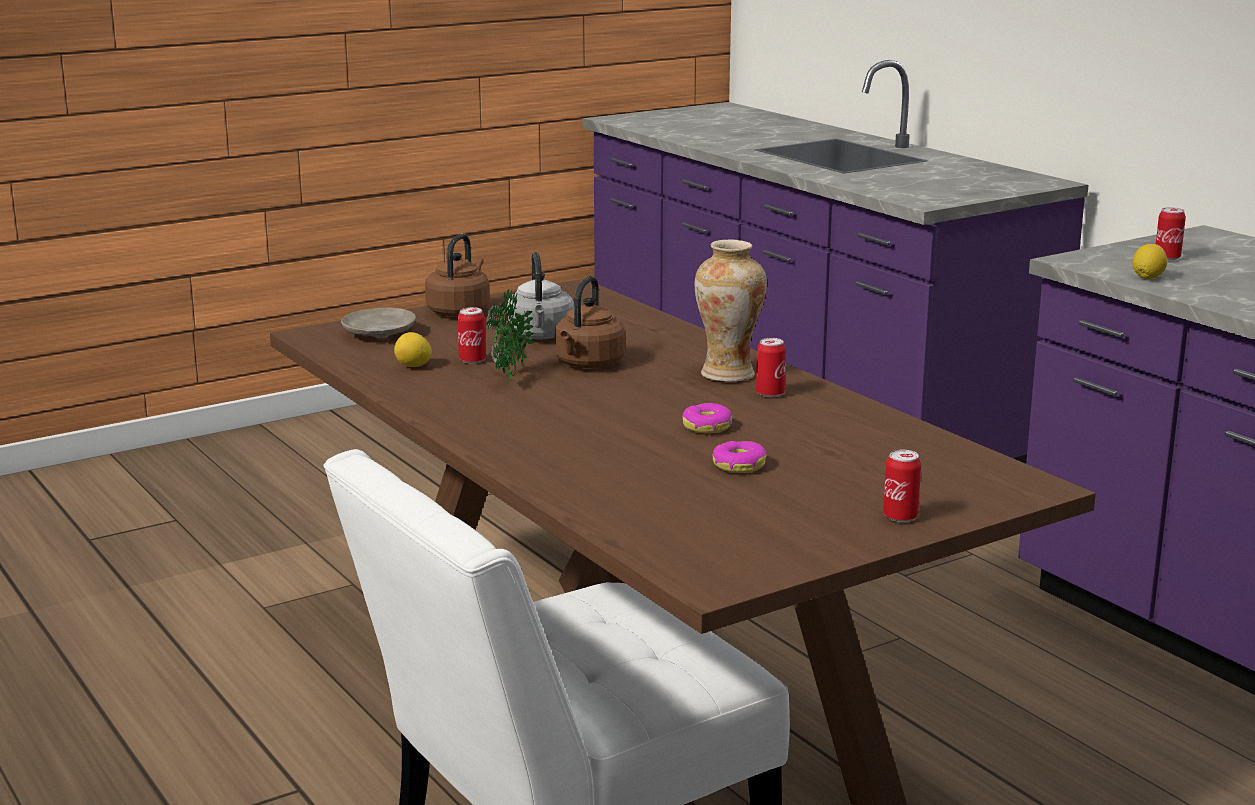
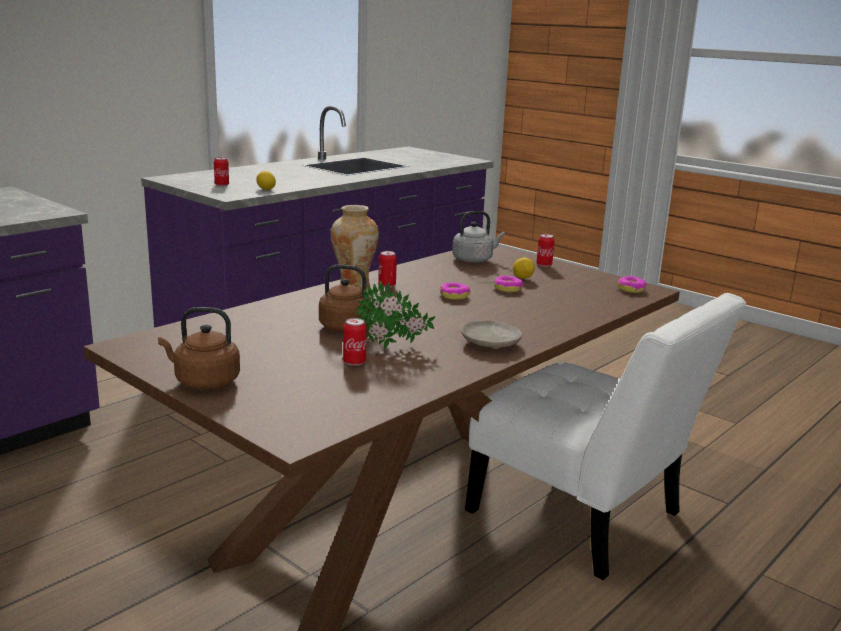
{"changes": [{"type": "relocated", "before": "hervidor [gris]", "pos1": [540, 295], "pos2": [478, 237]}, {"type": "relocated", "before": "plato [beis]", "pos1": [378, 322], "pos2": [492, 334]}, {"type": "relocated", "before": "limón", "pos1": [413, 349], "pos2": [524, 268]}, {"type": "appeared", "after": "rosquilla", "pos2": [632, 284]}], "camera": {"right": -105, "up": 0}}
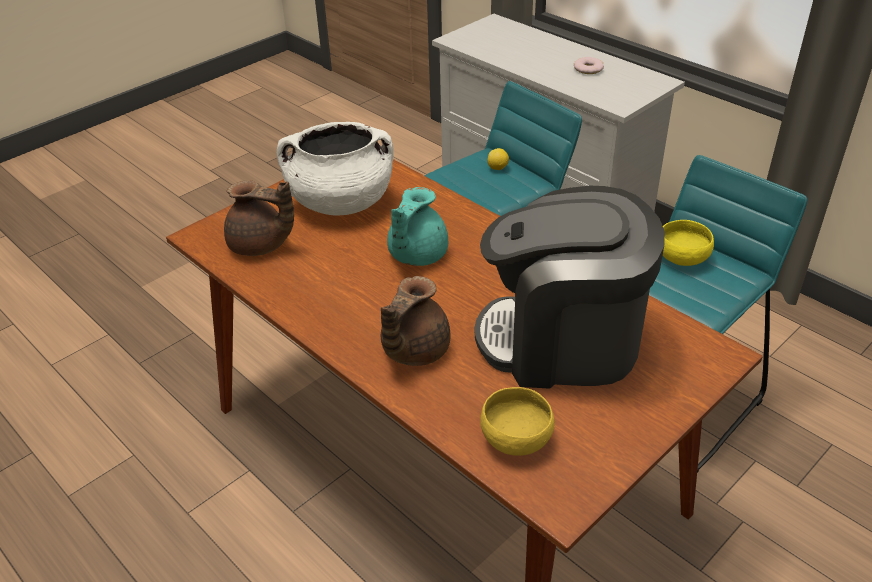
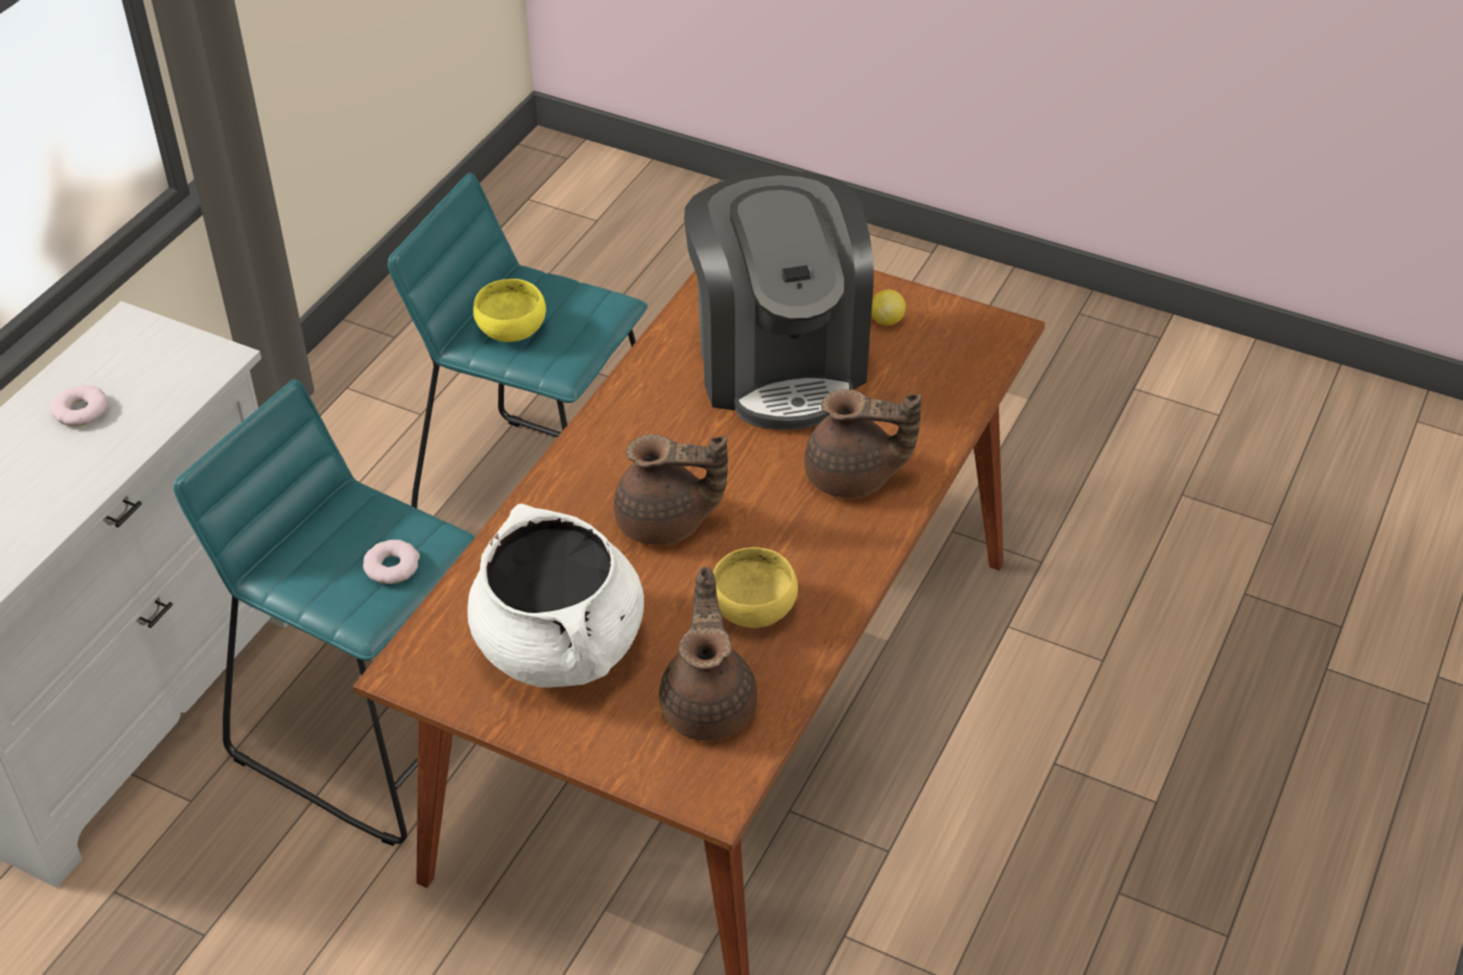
{"changes": [{"type": "relocated", "before": "limón", "pos1": [498, 159], "pos2": [888, 307]}, {"type": "colour", "before": "tetera [turquesa]", "after": "tetera [marrón]", "pos1": [417, 226], "pos2": [671, 489]}, {"type": "relocated", "before": "cuenco [amarillo]", "pos1": [517, 421], "pos2": [755, 587]}, {"type": "appeared", "after": "rosquilla", "pos2": [391, 562]}], "camera": {"right": -110, "up": 5}}
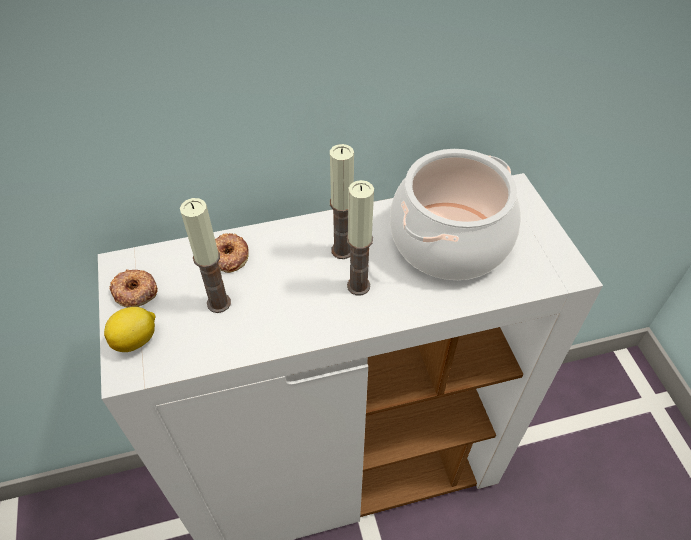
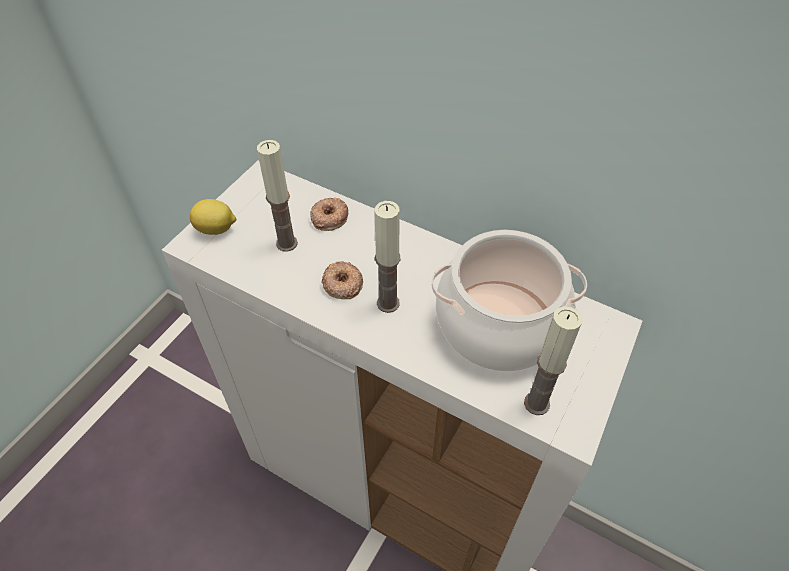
{"changes": [{"type": "relocated", "before": "vela", "pos1": [342, 201], "pos2": [553, 360]}, {"type": "relocated", "before": "rosquilla", "pos1": [133, 288], "pos2": [342, 280]}], "camera": {"right": 45, "up": 0}}
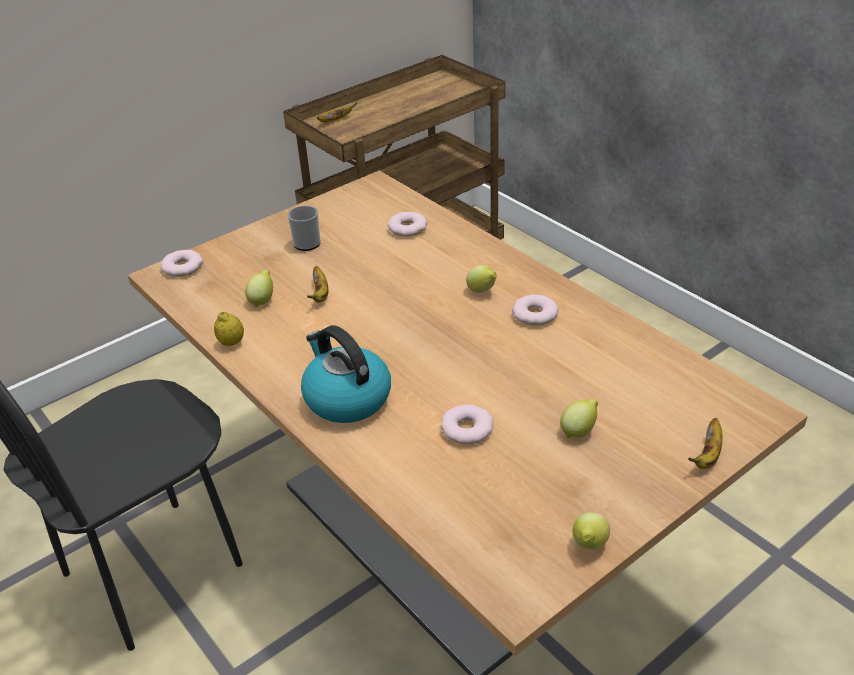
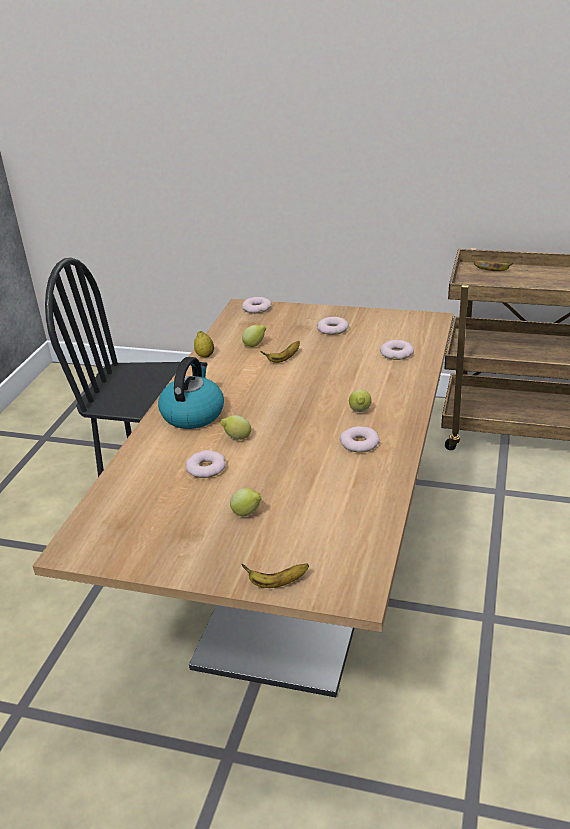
{"changes": [{"type": "exchanged", "before": "taza grande", "after": "rosquilla", "pos1": [304, 228], "pos2": [333, 326]}, {"type": "relocated", "before": "limón", "pos1": [591, 531], "pos2": [235, 427]}], "camera": {"right": 55, "up": -5}}
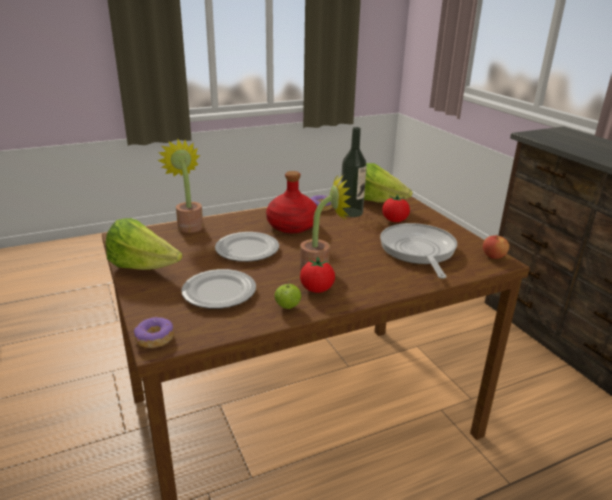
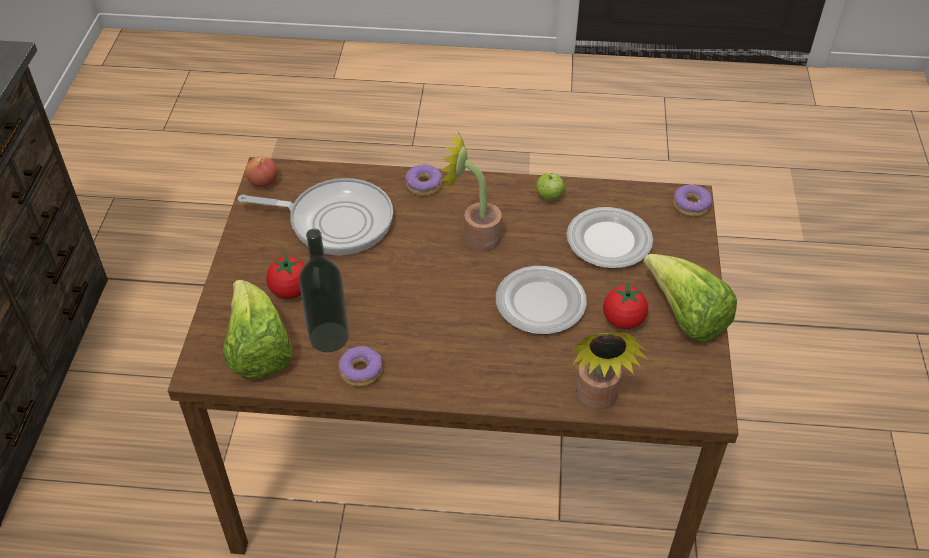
{"changes": [{"type": "missing", "before": "botella [rojo]", "pos1": [291, 202]}, {"type": "spun", "before": "sartén", "pos1": [418, 251], "pos2": [315, 216], "turn": -105}, {"type": "relocated", "before": "tomate", "pos1": [317, 275], "pos2": [625, 306]}, {"type": "appeared", "after": "rosquilla", "pos2": [423, 180]}], "camera": {"right": -150, "up": 20}}
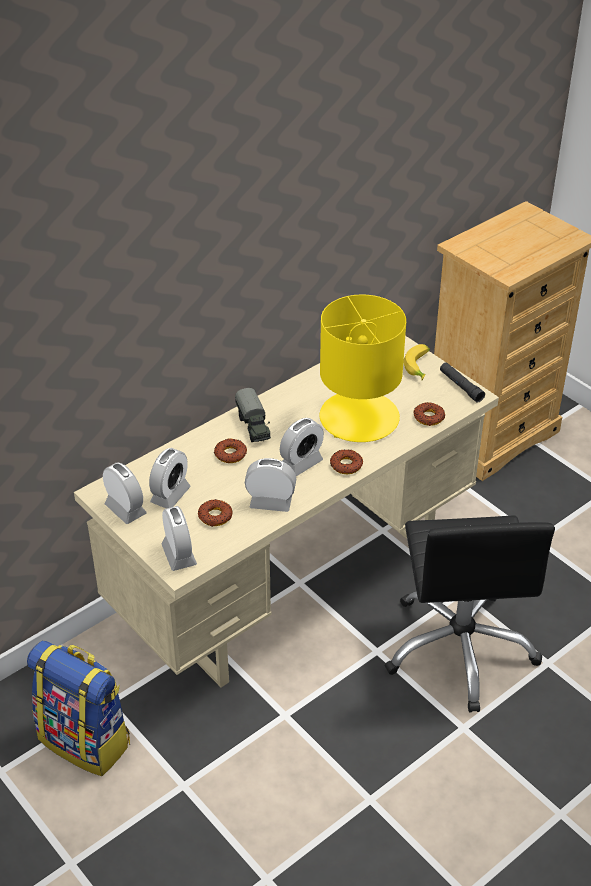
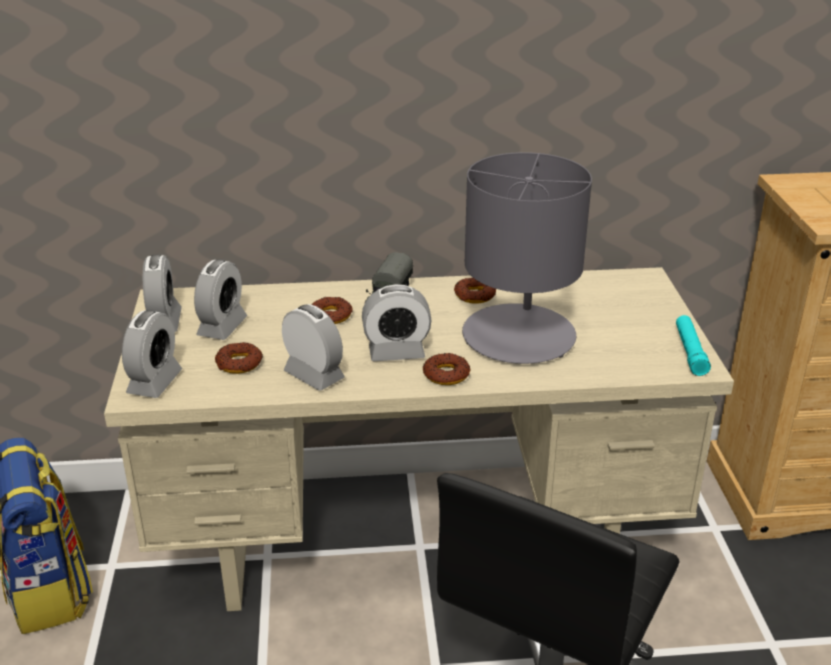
{"changes": [{"type": "colour", "before": "lámpara de mesa [amarillo]", "after": "lámpara de mesa [gris]", "pos1": [363, 368], "pos2": [527, 258]}, {"type": "missing", "before": "plátano", "pos1": [416, 362]}, {"type": "colour", "before": "linterna [negro]", "after": "linterna [turquesa]", "pos1": [462, 383], "pos2": [693, 345]}, {"type": "relocated", "before": "rosquilla", "pos1": [430, 414], "pos2": [475, 291]}, {"type": "spun", "before": "despertador", "pos1": [170, 478], "pos2": [220, 299], "turn": -45}], "camera": {"right": 35, "up": -10}}
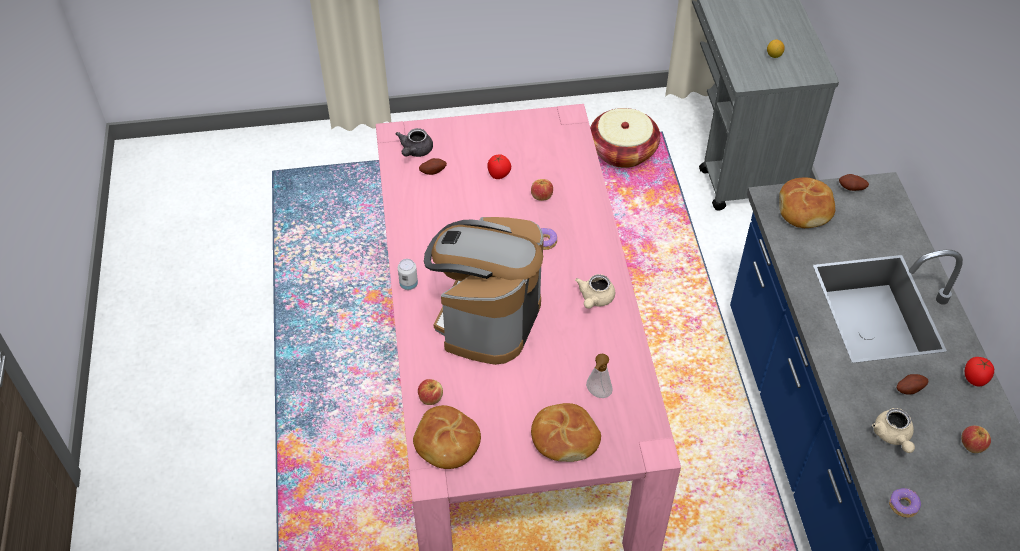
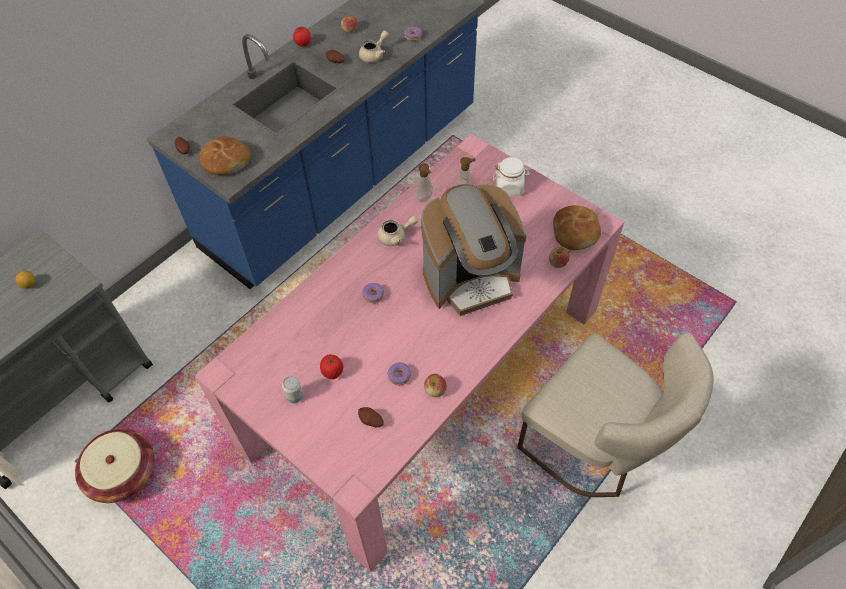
{"changes": [{"type": "missing", "before": "tetera [gris]", "pos1": [414, 142]}, {"type": "relocated", "before": "manzana", "pos1": [542, 190], "pos2": [435, 385]}, {"type": "relocated", "before": "lata", "pos1": [408, 274], "pos2": [292, 389]}, {"type": "exchanged", "before": "pan", "after": "tarro [blanco]", "pos1": [566, 432], "pos2": [511, 176]}, {"type": "appeared", "after": "dispensador de jabón", "pos2": [424, 182]}, {"type": "appeared", "after": "silla [beis]", "pos2": [615, 414]}, {"type": "appeared", "after": "rosquilla", "pos2": [399, 374]}], "camera": {"right": -130, "up": 5}}
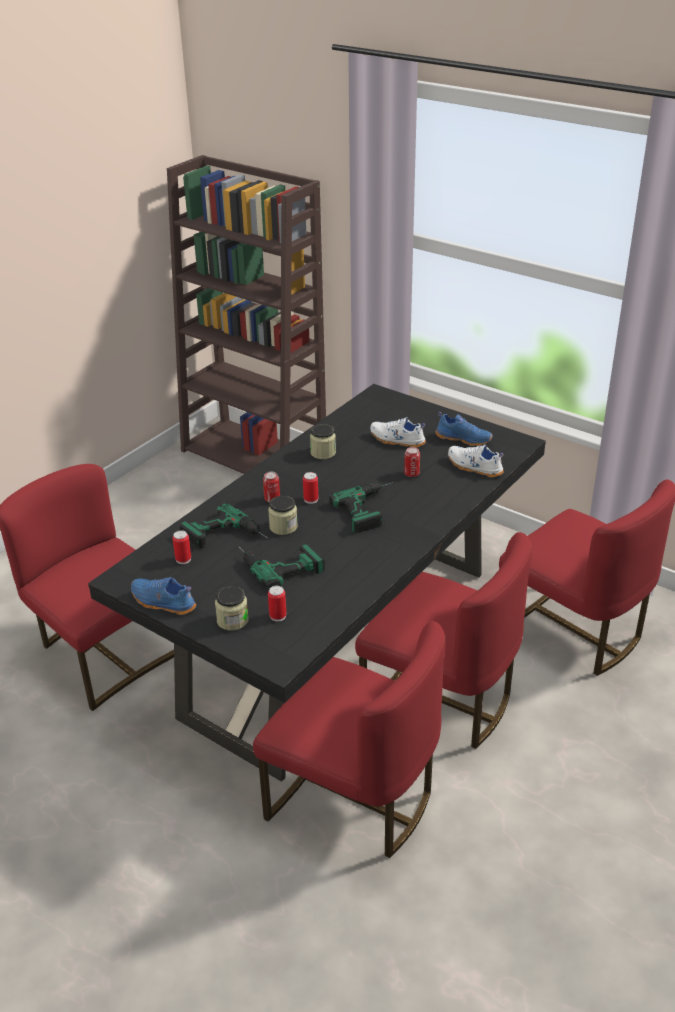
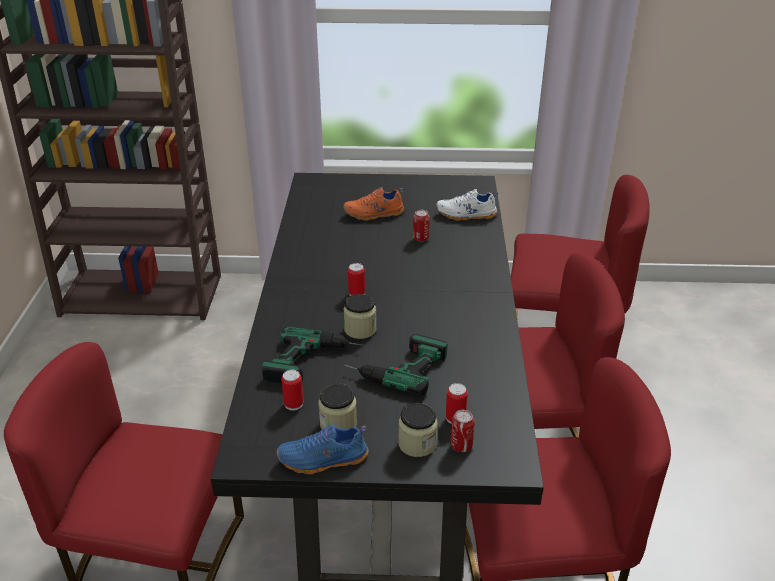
{"changes": [{"type": "missing", "before": "zapato [azul]", "pos1": [464, 429]}, {"type": "colour", "before": "zapato [blanco]", "after": "zapato [naranja]", "pos1": [398, 432], "pos2": [373, 204]}, {"type": "relocated", "before": "tarro", "pos1": [323, 441], "pos2": [337, 406]}, {"type": "relocated", "before": "lata", "pos1": [271, 487], "pos2": [462, 431]}, {"type": "missing", "before": "taladro", "pos1": [361, 508]}], "camera": {"right": -35, "up": 0}}
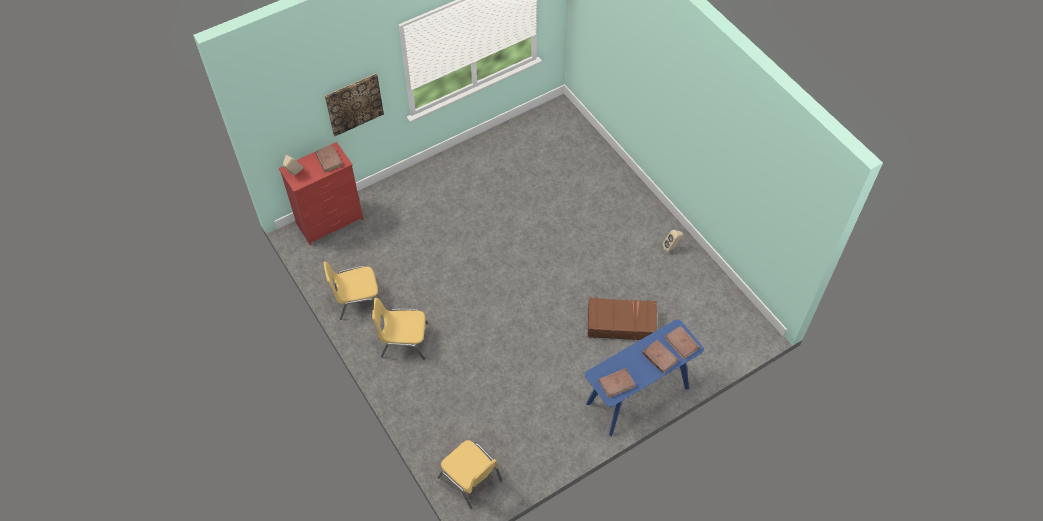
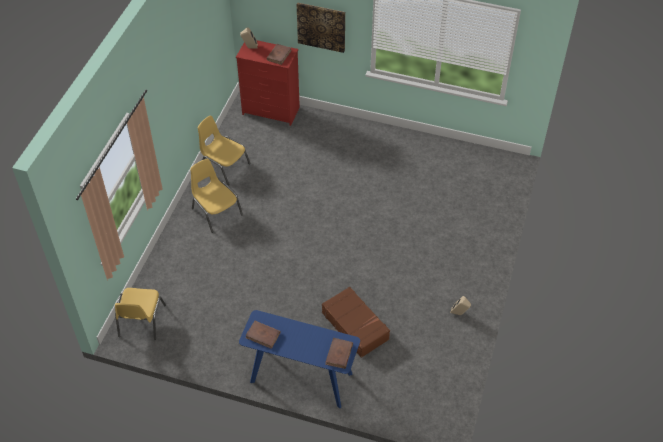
{"changes": [{"type": "missing", "before": "libro [marrón]", "pos1": [660, 356]}], "camera": {"right": 50, "up": -5}}
